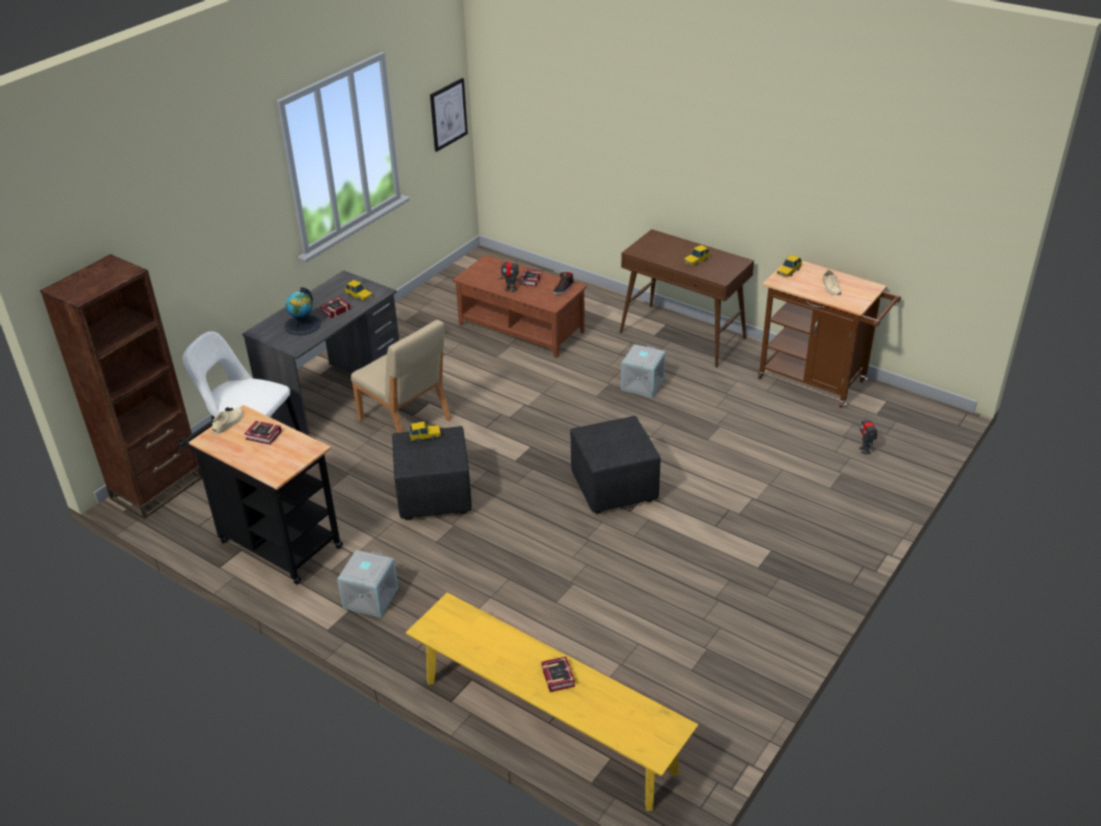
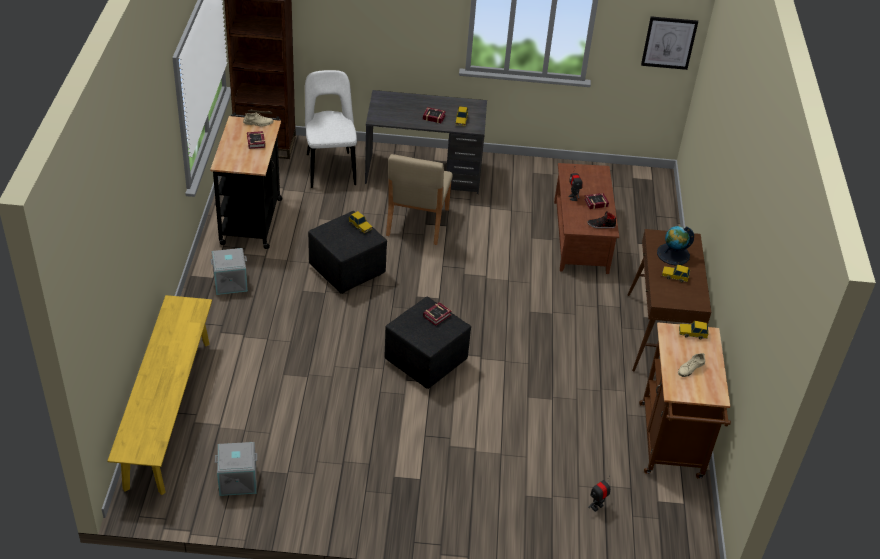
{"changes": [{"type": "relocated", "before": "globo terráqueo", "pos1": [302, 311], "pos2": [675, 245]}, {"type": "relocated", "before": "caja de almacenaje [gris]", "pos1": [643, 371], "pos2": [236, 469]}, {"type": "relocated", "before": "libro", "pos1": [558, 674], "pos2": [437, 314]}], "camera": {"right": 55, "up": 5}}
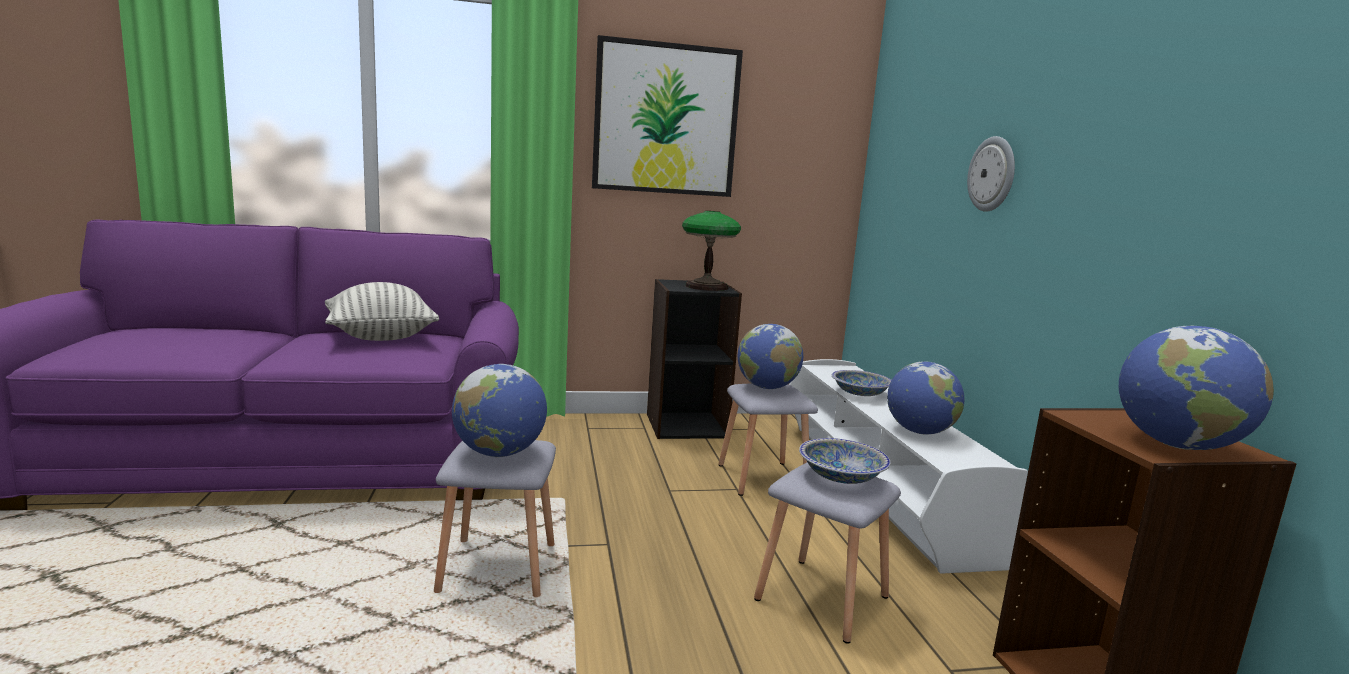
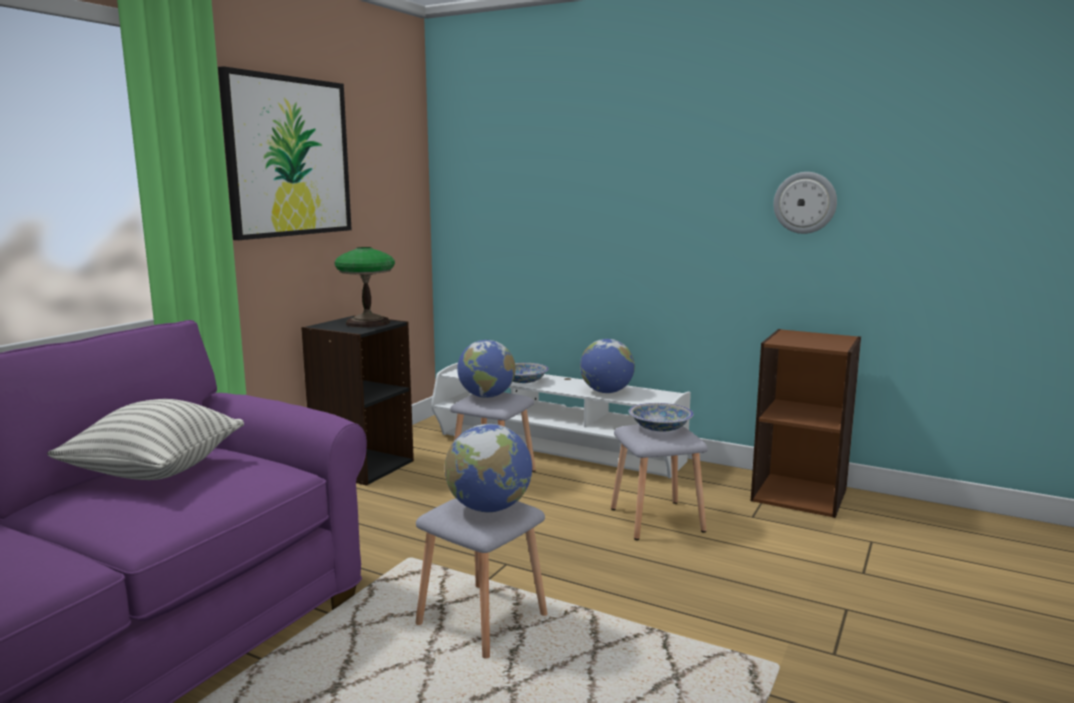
{"changes": [{"type": "relocated", "before": "reloj de pared", "pos1": [991, 174], "pos2": [805, 203]}, {"type": "missing", "before": "globo terráqueo", "pos1": [1196, 387]}], "camera": {"right": -50, "up": 0}}
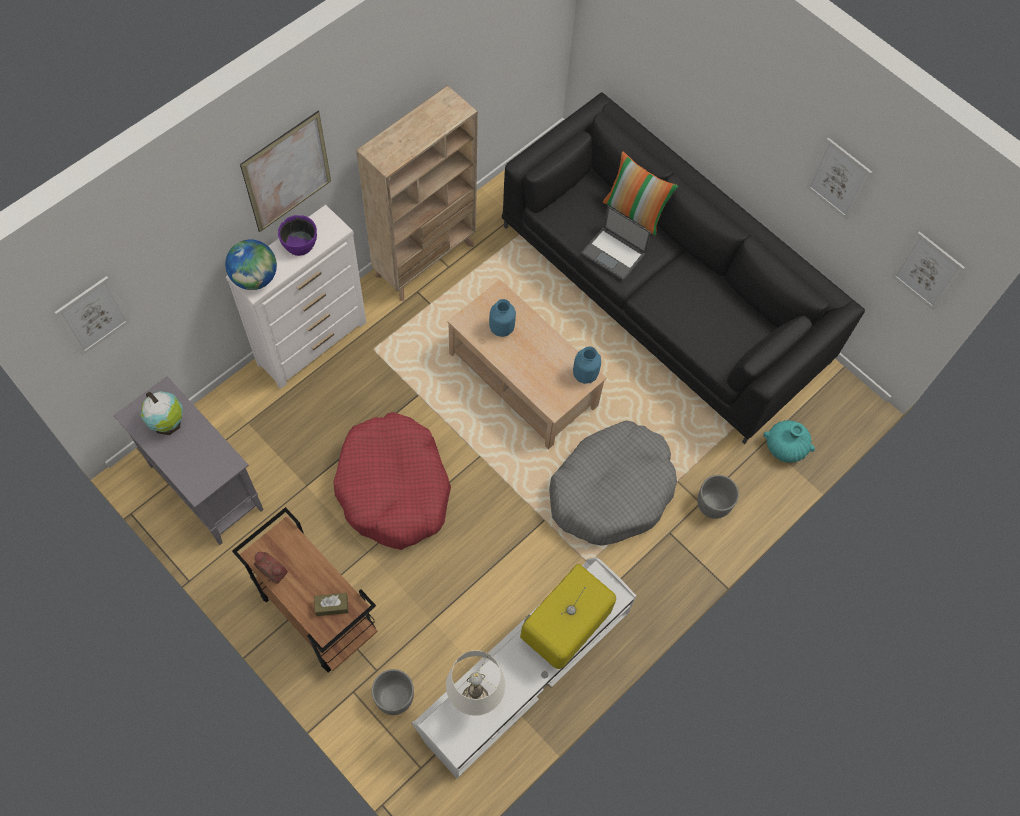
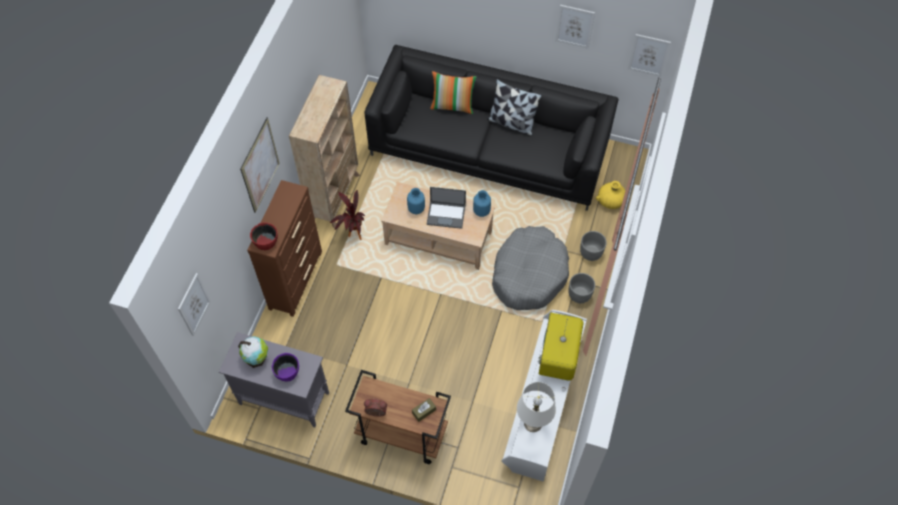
{"changes": [{"type": "colour", "before": "cómoda [blanco]", "after": "cómoda [marrón]", "pos1": [296, 297], "pos2": [284, 248]}, {"type": "relocated", "before": "portátil", "pos1": [616, 243], "pos2": [446, 208]}, {"type": "relocated", "before": "cuenco [morado]", "pos1": [297, 235], "pos2": [285, 367]}, {"type": "exchanged", "before": "globo terráqueo", "after": "cuenco [rojo]", "pos1": [251, 264], "pos2": [264, 236]}, {"type": "missing", "before": "cama para perro [rojo]", "pos1": [392, 481]}, {"type": "colour", "before": "florero [turquesa]", "after": "florero [amarillo]", "pos1": [789, 441], "pos2": [610, 195]}, {"type": "relocated", "before": "maceta [gris]", "pos1": [393, 692], "pos2": [582, 288]}, {"type": "appeared", "after": "cojín", "pos2": [514, 107]}, {"type": "appeared", "after": "planta en maceta", "pos2": [347, 215]}], "camera": {"right": -25, "up": -5}}
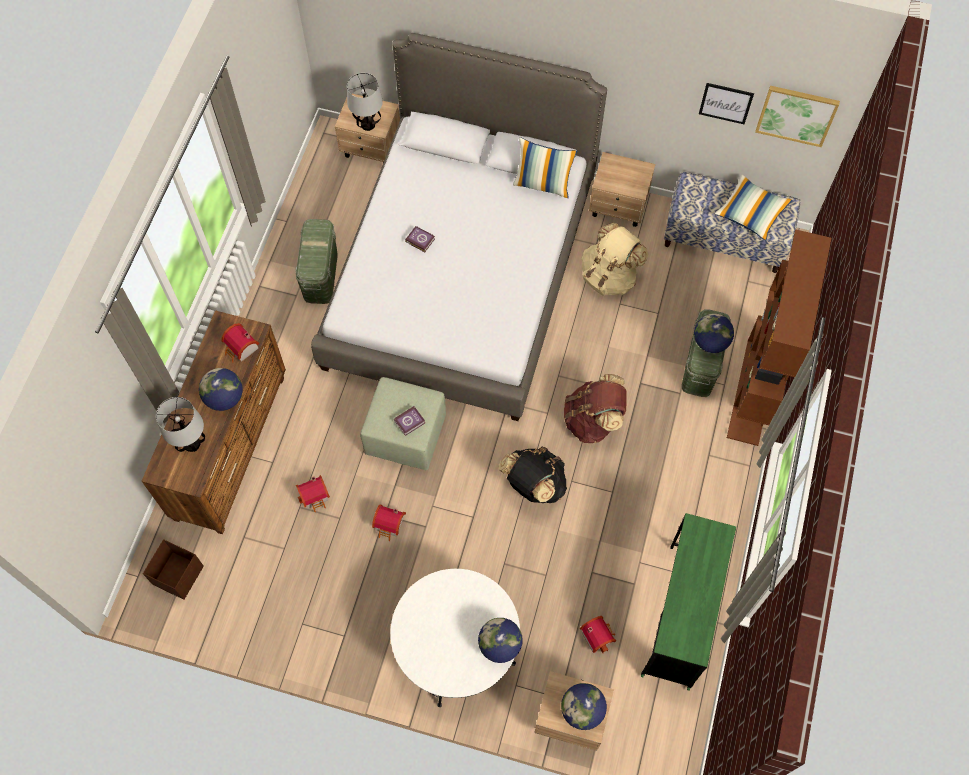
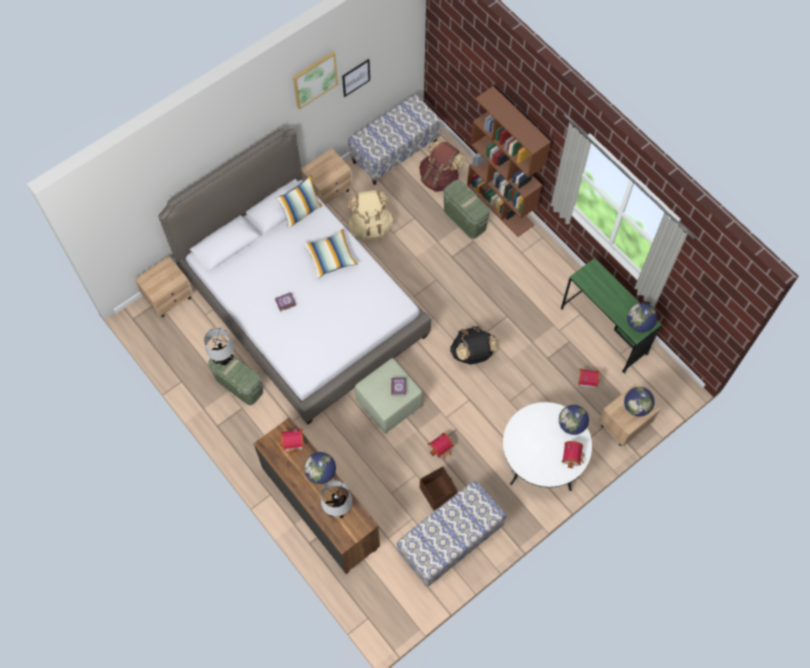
{"changes": [{"type": "relocated", "before": "lámpara de mesa", "pos1": [365, 102], "pos2": [219, 346]}, {"type": "relocated", "before": "cuadro", "pos1": [797, 116], "pos2": [315, 81]}, {"type": "relocated", "before": "cojín", "pos1": [754, 207], "pos2": [330, 253]}, {"type": "relocated", "before": "globo terráqueo", "pos1": [714, 333], "pos2": [642, 317]}, {"type": "relocated", "before": "mochila [marrón]", "pos1": [595, 408], "pos2": [442, 166]}, {"type": "relocated", "before": "casita", "pos1": [313, 493], "pos2": [573, 455]}, {"type": "relocated", "before": "caja de almacenaje [marrón]", "pos1": [173, 569], "pos2": [438, 488]}, {"type": "appeared", "after": "banco", "pos2": [451, 533]}], "camera": {"right": -55, "up": 0}}
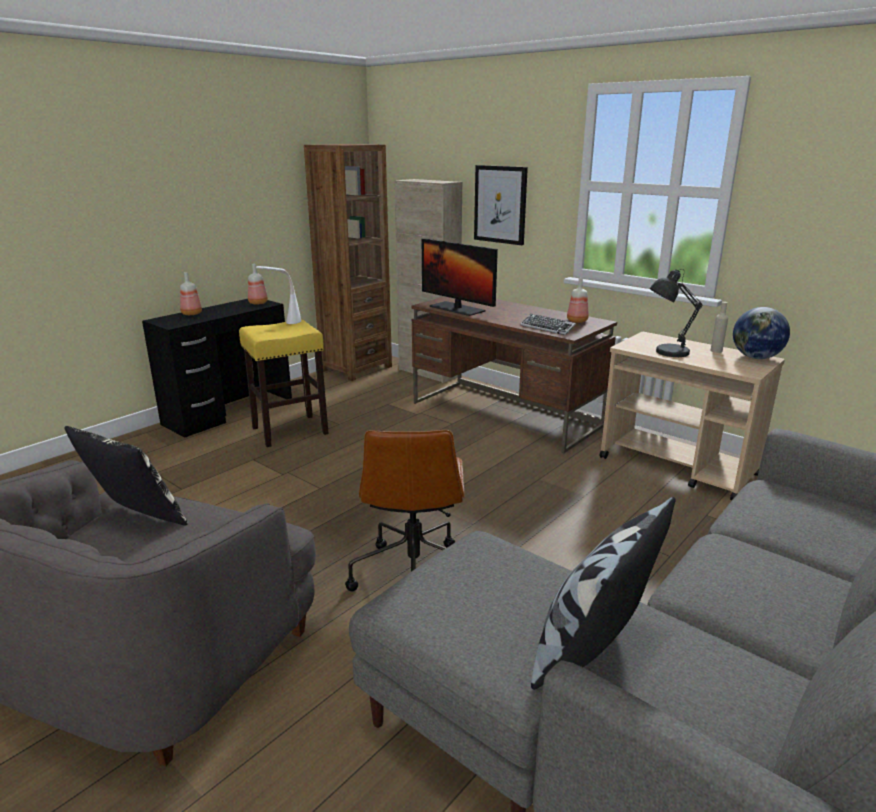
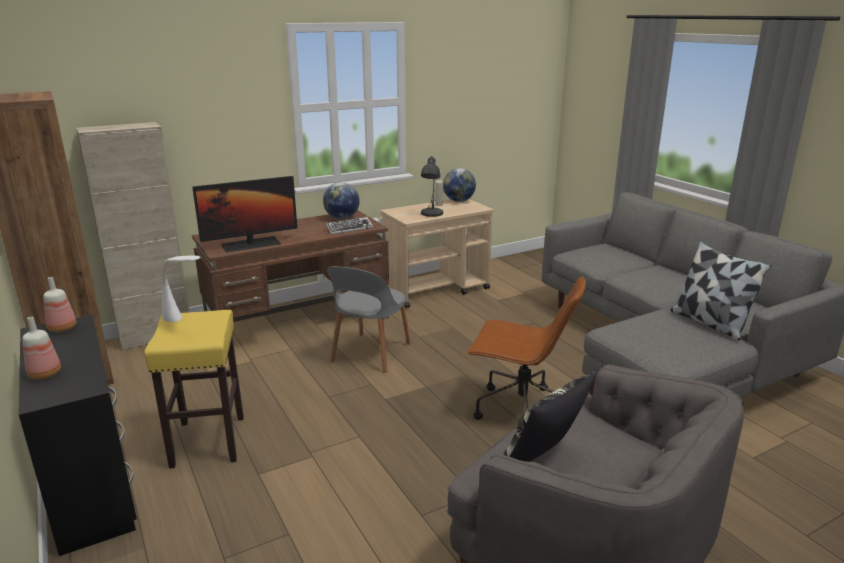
{"changes": [{"type": "missing", "before": "cuadro", "pos1": [501, 205]}, {"type": "exchanged", "before": "botella", "after": "globo terráqueo", "pos1": [578, 300], "pos2": [341, 200]}, {"type": "appeared", "after": "silla [gris]", "pos2": [369, 319]}], "camera": {"right": -70, "up": 0}}
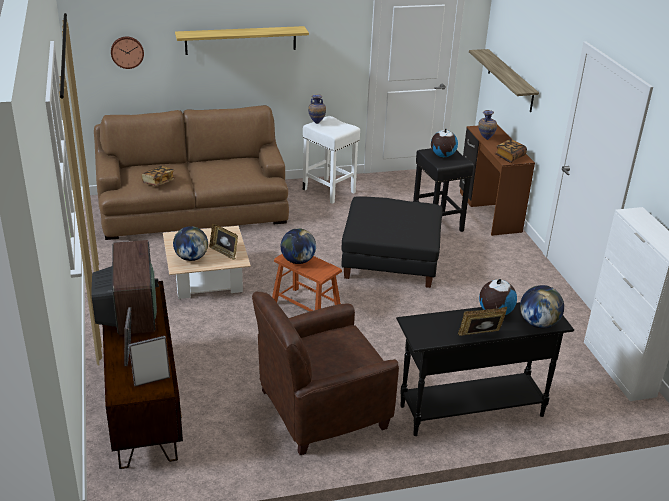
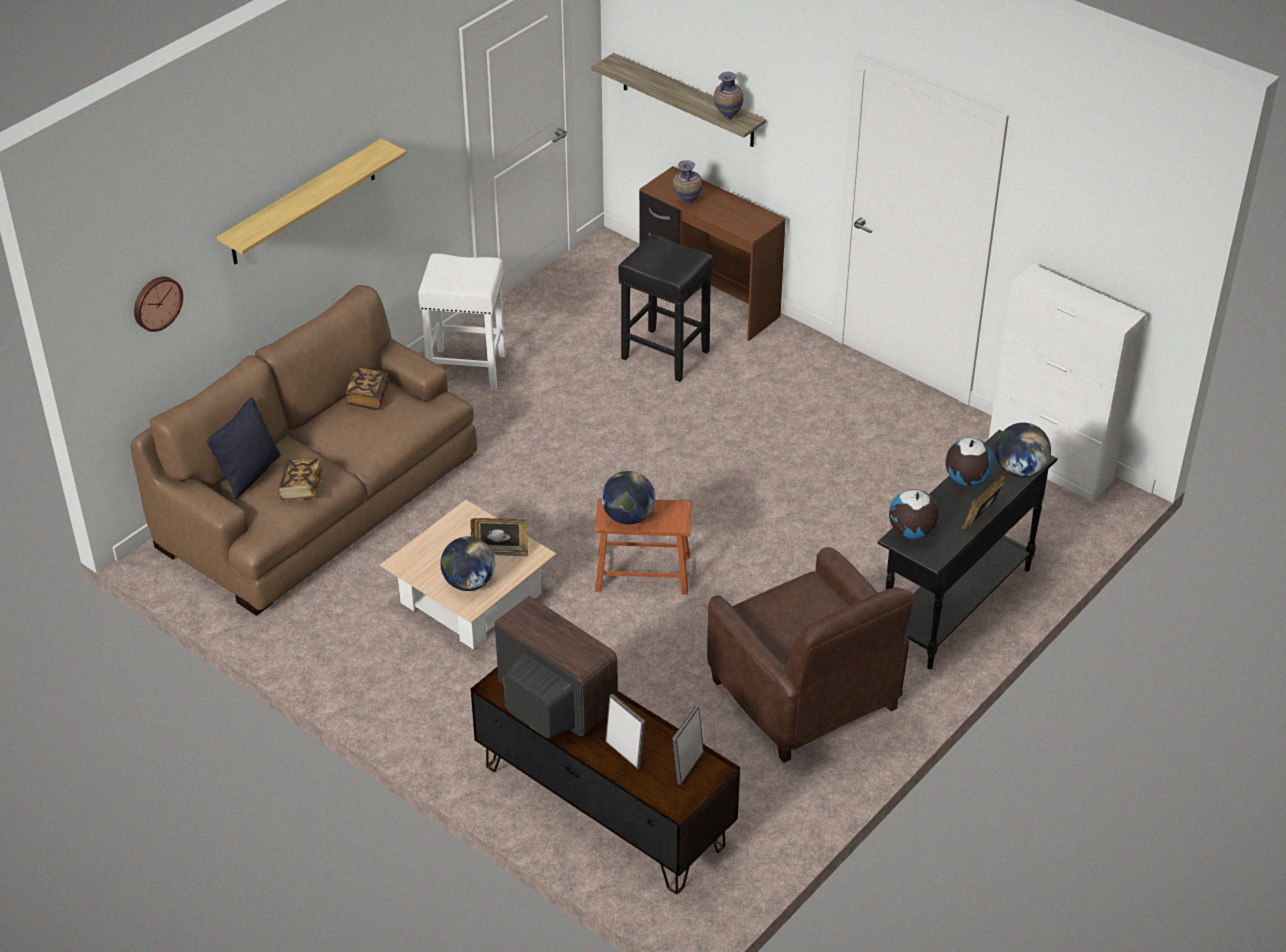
{"changes": [{"type": "relocated", "before": "florero", "pos1": [317, 109], "pos2": [729, 95]}, {"type": "relocated", "before": "globo terráqueo", "pos1": [444, 143], "pos2": [914, 514]}, {"type": "relocated", "before": "libro", "pos1": [511, 151], "pos2": [368, 389]}, {"type": "missing", "before": "puf [negro]", "pos1": [392, 242]}, {"type": "spun", "before": "sillón [marrón]", "pos1": [325, 373], "pos2": [810, 655], "turn": -60}, {"type": "appeared", "after": "cojín [negro]", "pos2": [244, 448]}], "camera": {"right": -35, "up": 10}}
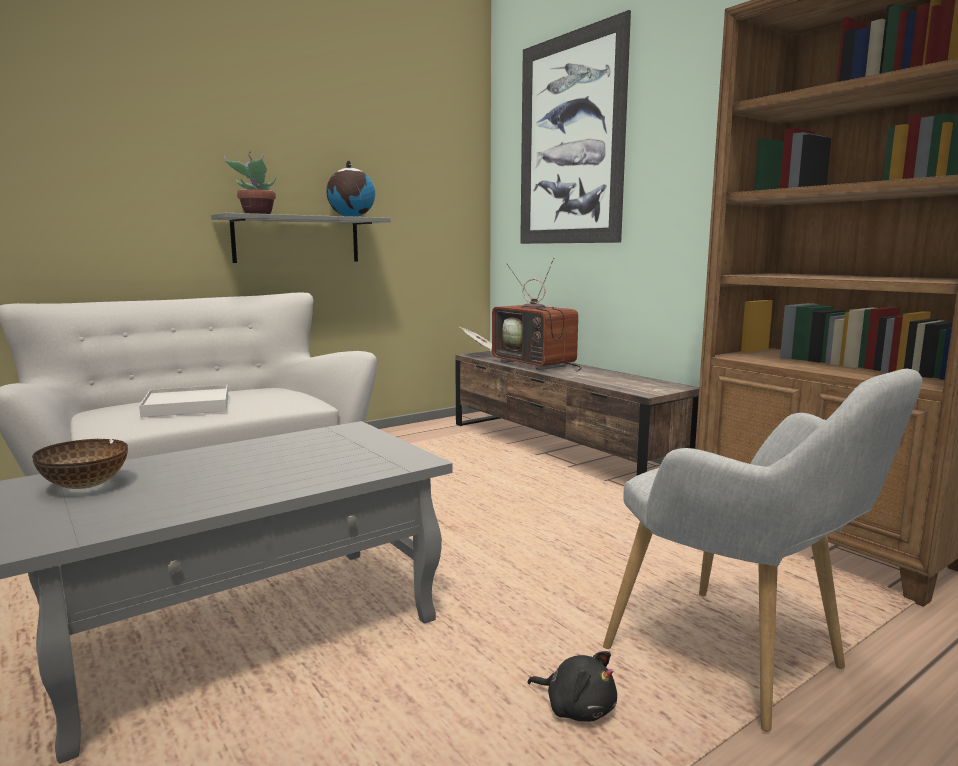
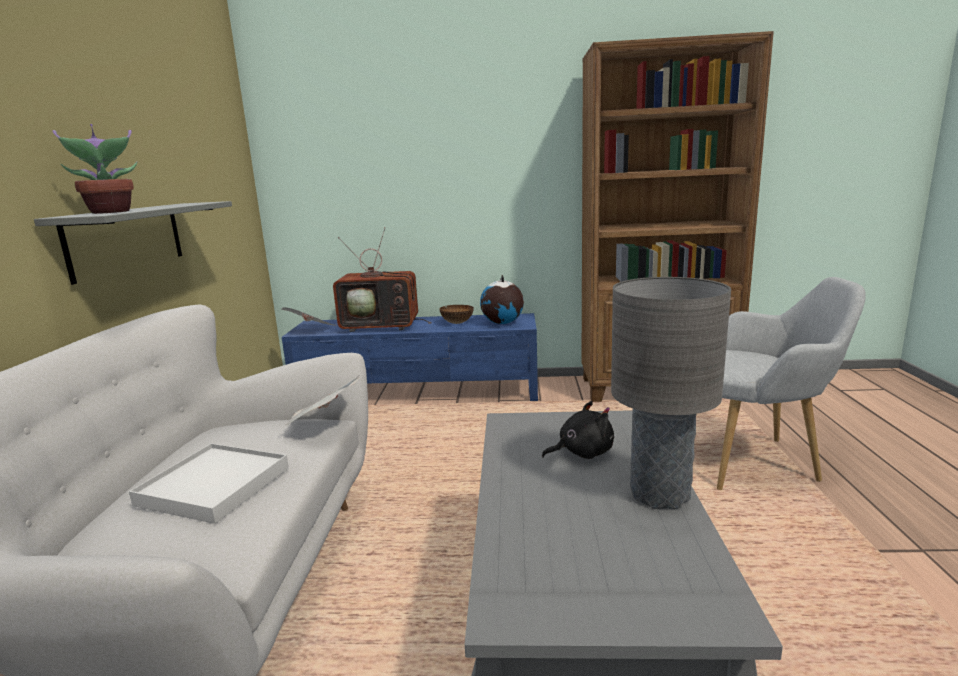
{"changes": [{"type": "missing", "before": "cuadro", "pos1": [575, 127]}, {"type": "relocated", "before": "globo terráqueo", "pos1": [350, 188], "pos2": [502, 299]}, {"type": "colour", "before": "mueble de televisión [marrón]", "after": "mueble de televisión [azul]", "pos1": [577, 413], "pos2": [410, 357]}, {"type": "relocated", "before": "cuenco", "pos1": [80, 464], "pos2": [457, 314]}, {"type": "relocated", "before": "peluche [negro]", "pos1": [572, 686], "pos2": [578, 430]}, {"type": "appeared", "after": "lámpara de mesa [gris]", "pos2": [671, 393]}, {"type": "appeared", "after": "periódico", "pos2": [320, 402]}], "camera": {"right": -50, "up": 5}}
